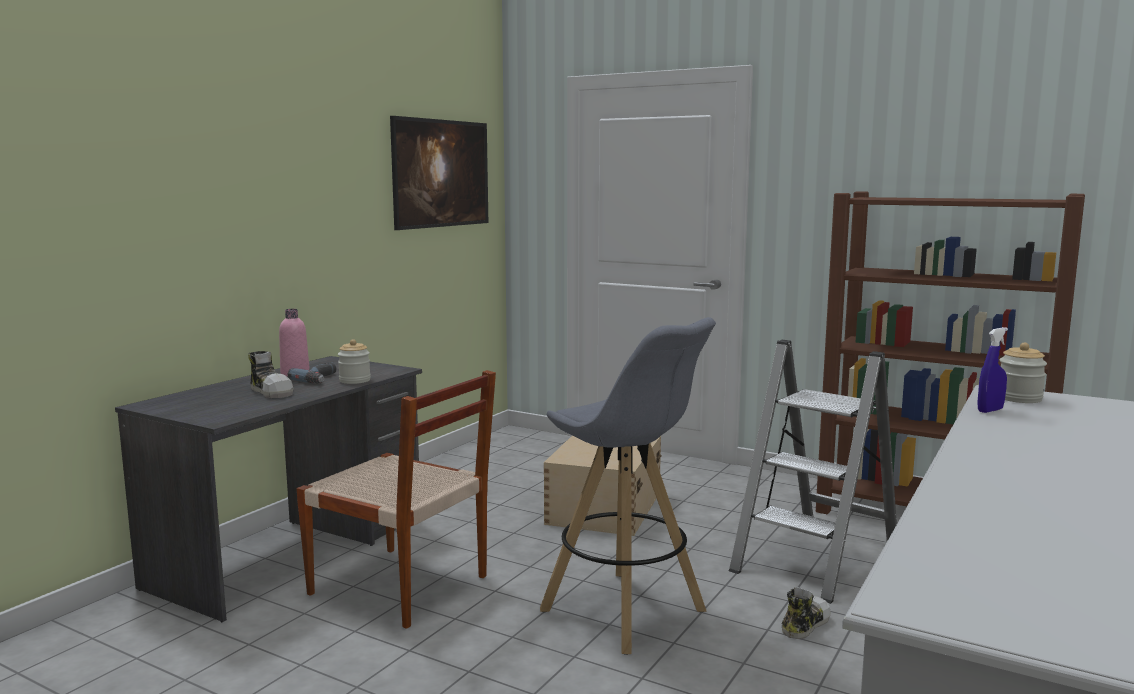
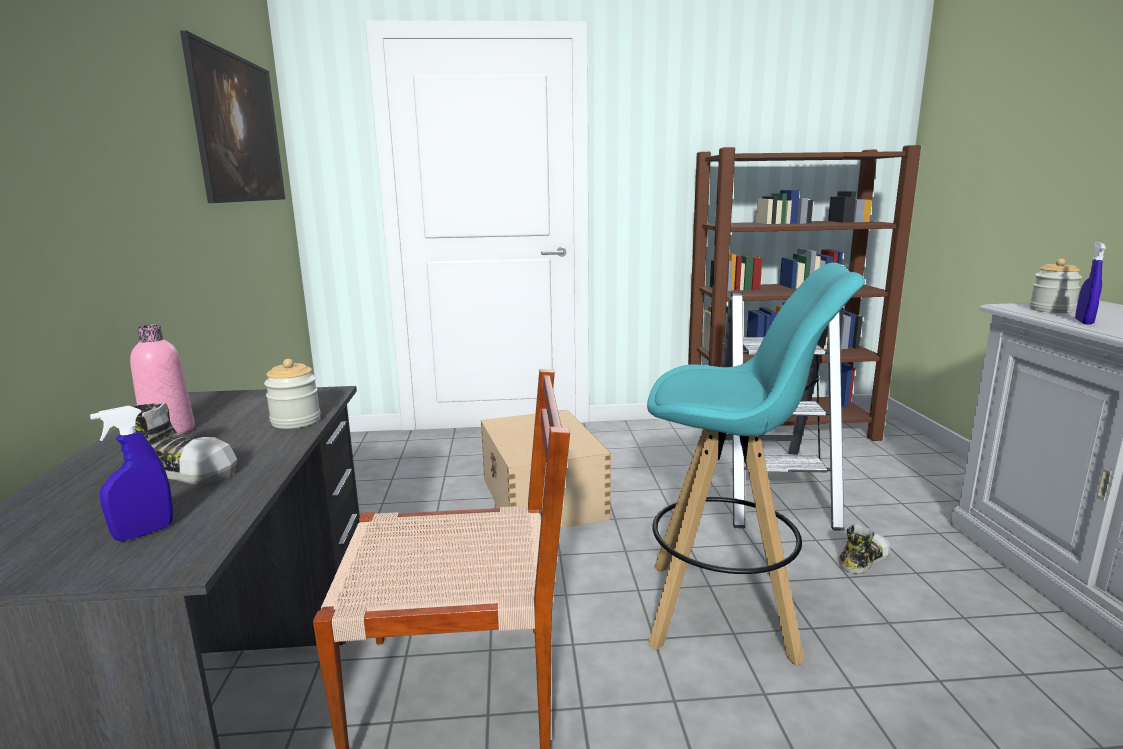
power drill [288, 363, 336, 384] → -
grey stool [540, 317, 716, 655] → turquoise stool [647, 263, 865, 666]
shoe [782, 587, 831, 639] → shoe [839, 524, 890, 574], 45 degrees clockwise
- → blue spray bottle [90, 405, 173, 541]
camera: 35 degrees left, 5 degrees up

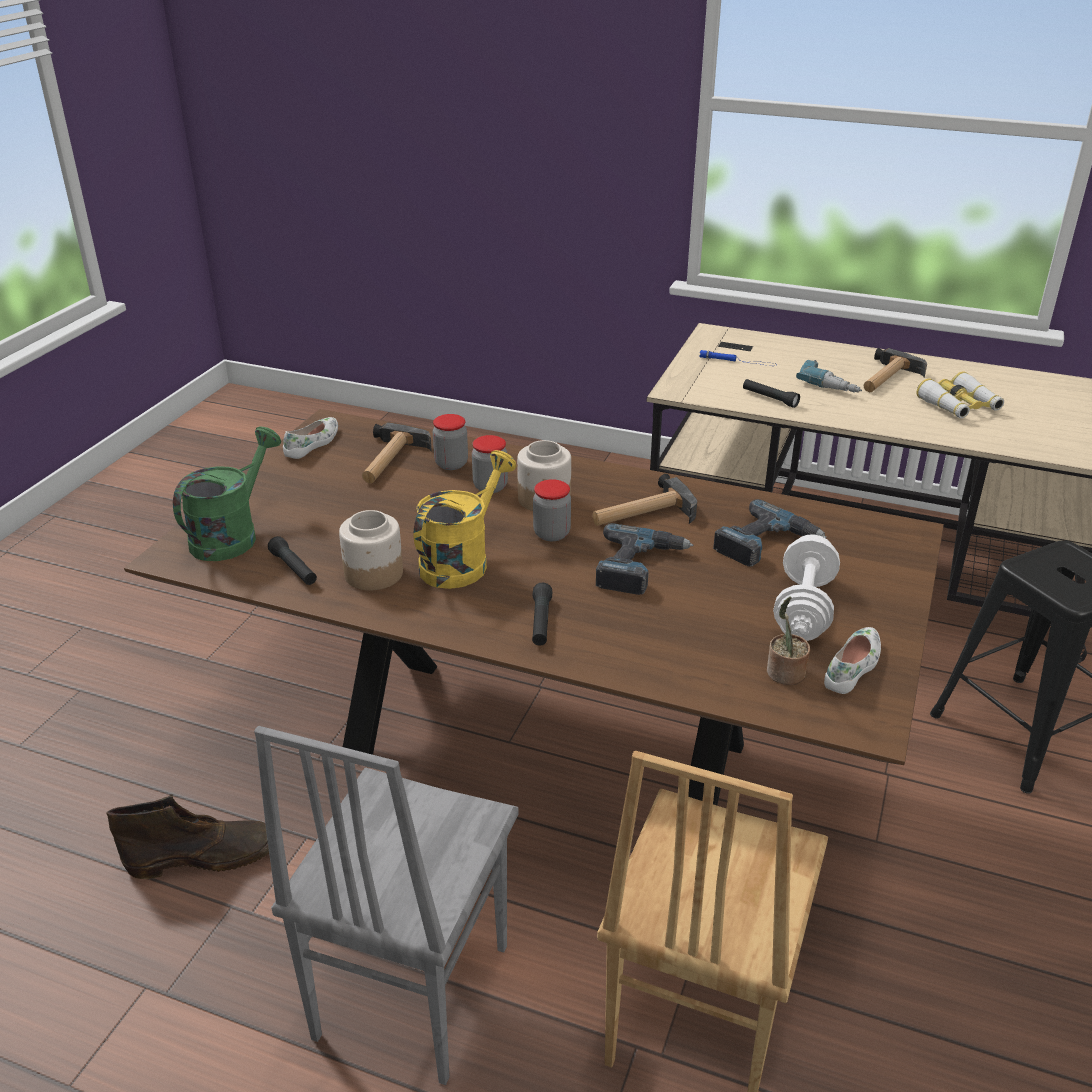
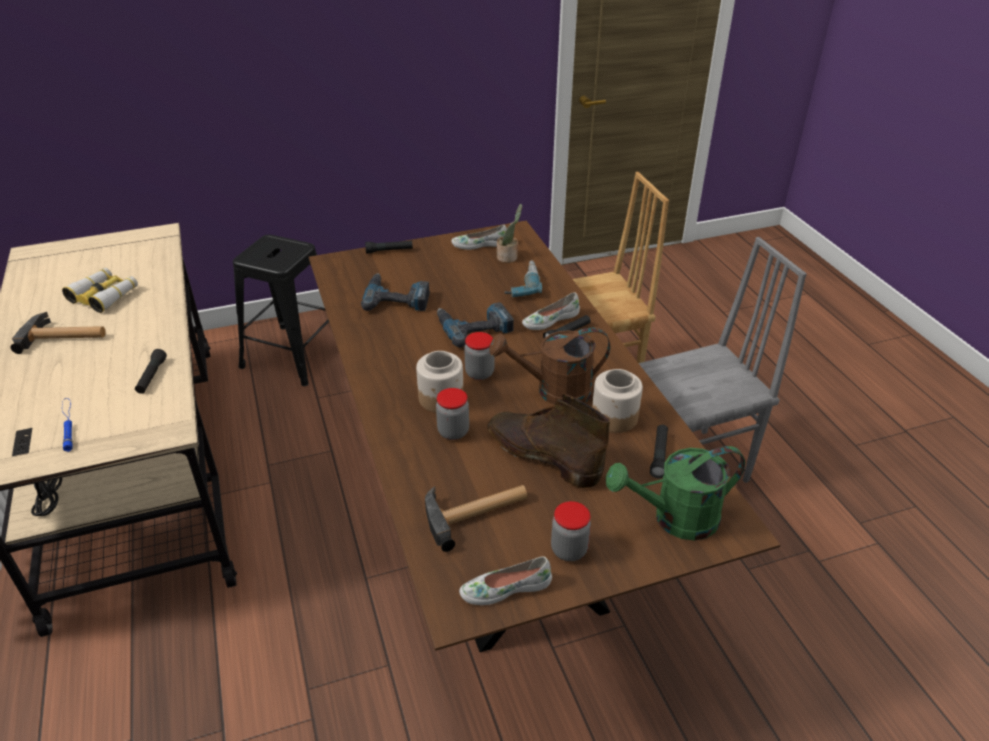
brown boot [106, 795, 269, 879] → brown boot [487, 394, 610, 488], shifted
yellow watering can [413, 450, 516, 589] → brown watering can [489, 327, 610, 405]
jar [433, 414, 468, 470] → jar [551, 501, 591, 561], shifted
hammer [593, 474, 697, 526] → -
white dumbbell [773, 534, 840, 641] → -
power drill [796, 360, 862, 393] → power drill [505, 260, 542, 297], shifted
- → black flashlight [365, 241, 413, 253]
- → white shoe [522, 292, 580, 330]
camera: 130 degrees left, 5 degrees up

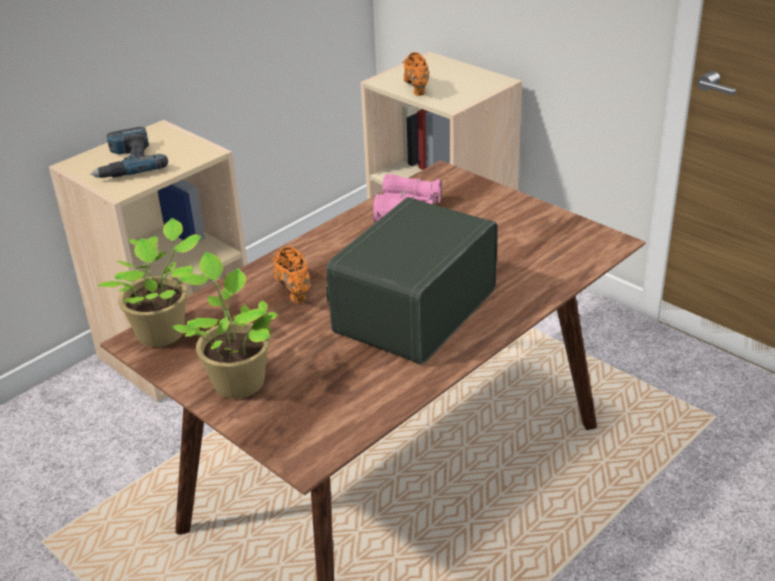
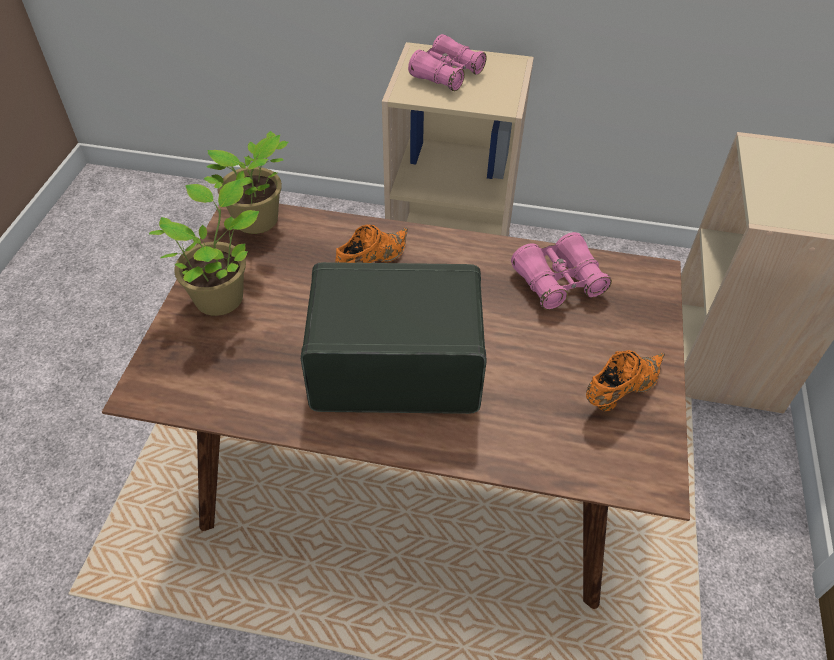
power drill [90, 127, 168, 178] → pink binoculars [408, 34, 487, 91]
orange shoe [402, 52, 429, 96] → orange shoe [586, 350, 665, 411], shifted
camera: 55 degrees right, 15 degrees up

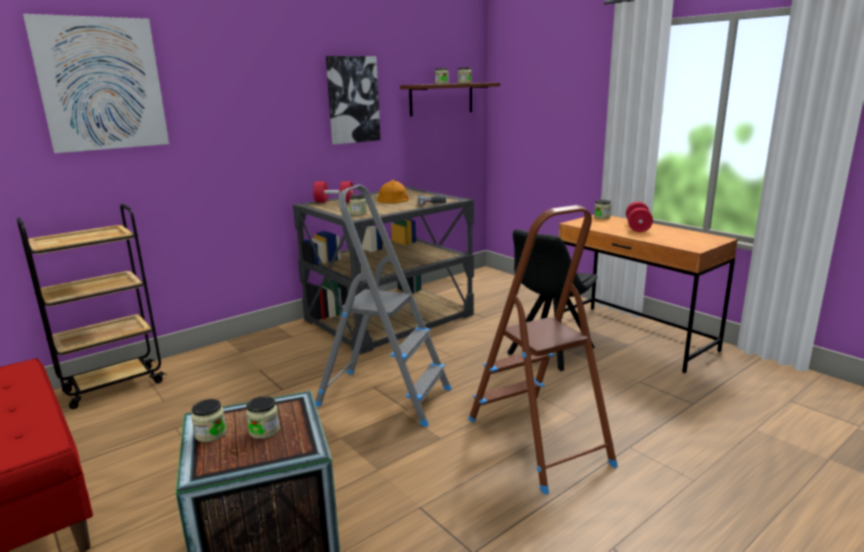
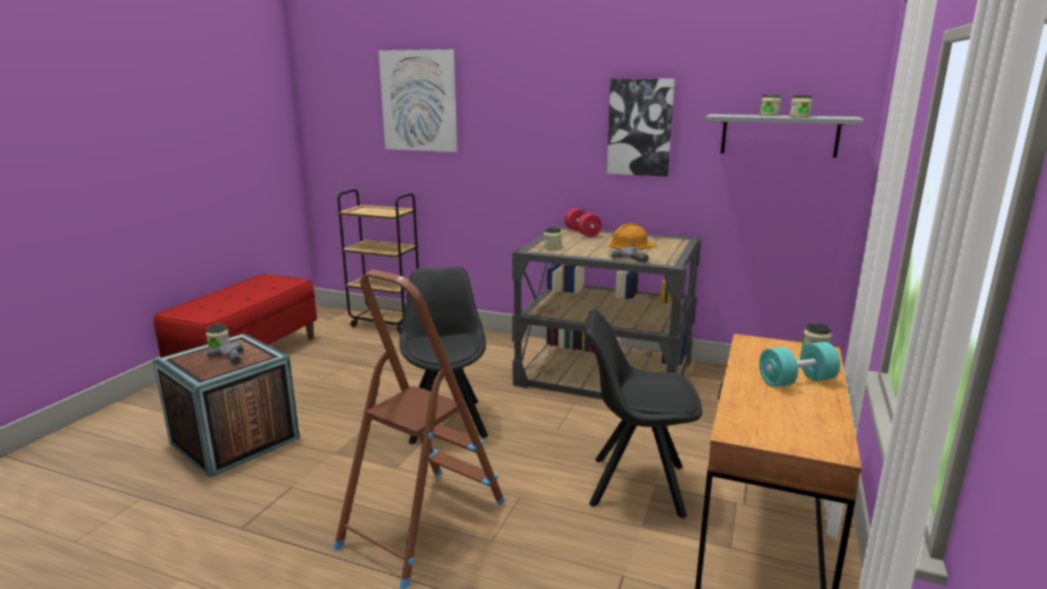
jar [246, 396, 280, 439] → power drill [205, 342, 243, 365]
grey step ladder [315, 184, 452, 427] → black chair [399, 267, 488, 445]
brown shelf [400, 83, 500, 116] → grey shelf [705, 114, 864, 158]
red dumbbell [626, 202, 653, 232] → turquoise dumbbell [759, 342, 840, 387]
camera: 60 degrees right, 0 degrees up

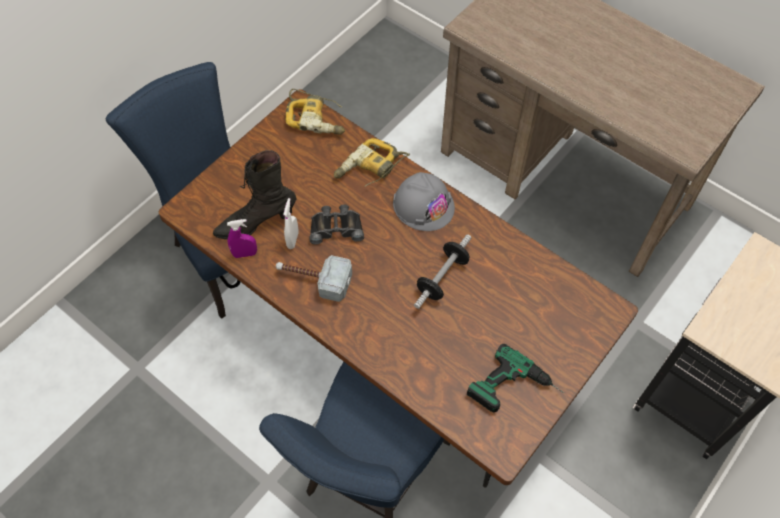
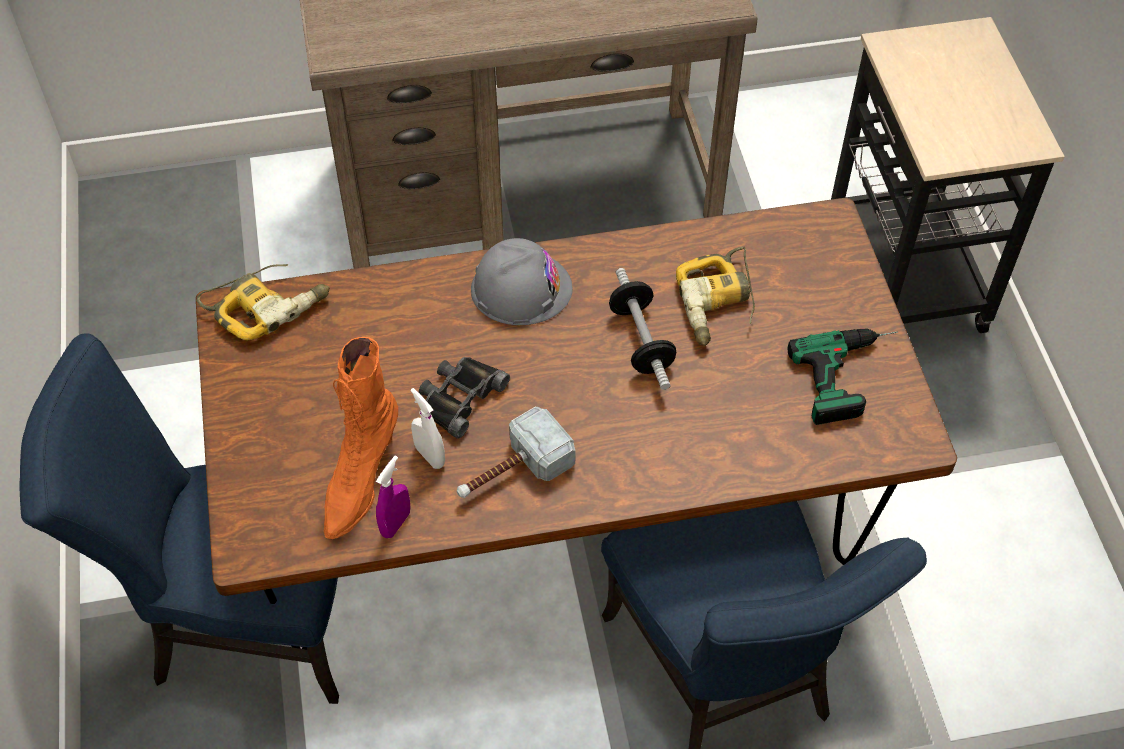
black boot [213, 150, 297, 240] → orange boot [324, 337, 398, 539]
power drill [334, 138, 410, 187] → power drill [676, 247, 755, 346], shifted
camera: 50 degrees left, 5 degrees down

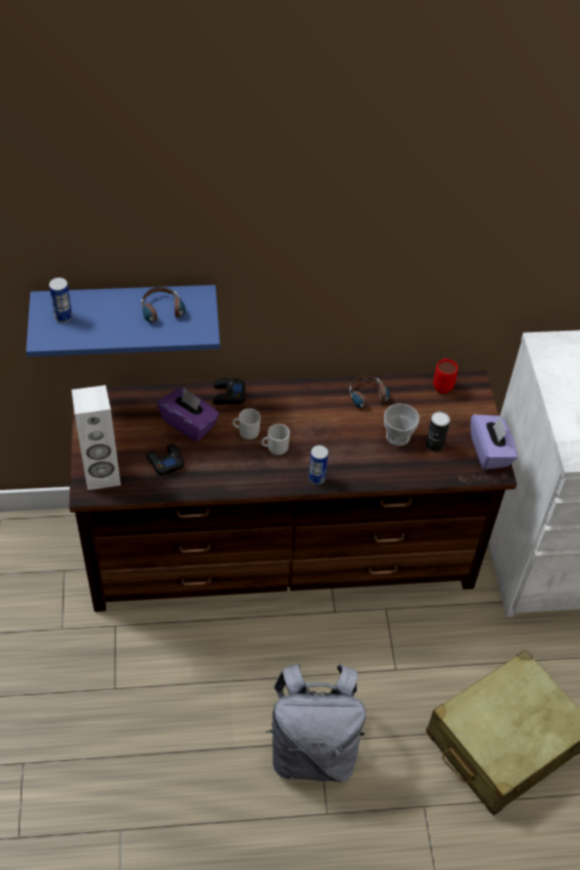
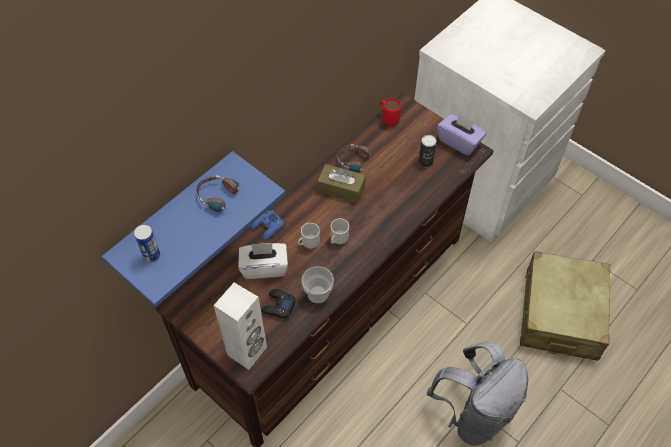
purple tissue box [157, 388, 219, 442] → white tissue box [238, 243, 288, 279]
black game controller [213, 378, 245, 405] → blue game controller [251, 210, 284, 241]
can [309, 445, 328, 485] → -
cup [384, 404, 419, 446] → cup [301, 266, 334, 303], shifted
- → brown tissue box [318, 164, 366, 203]
camera: 40 degrees left, 5 degrees up

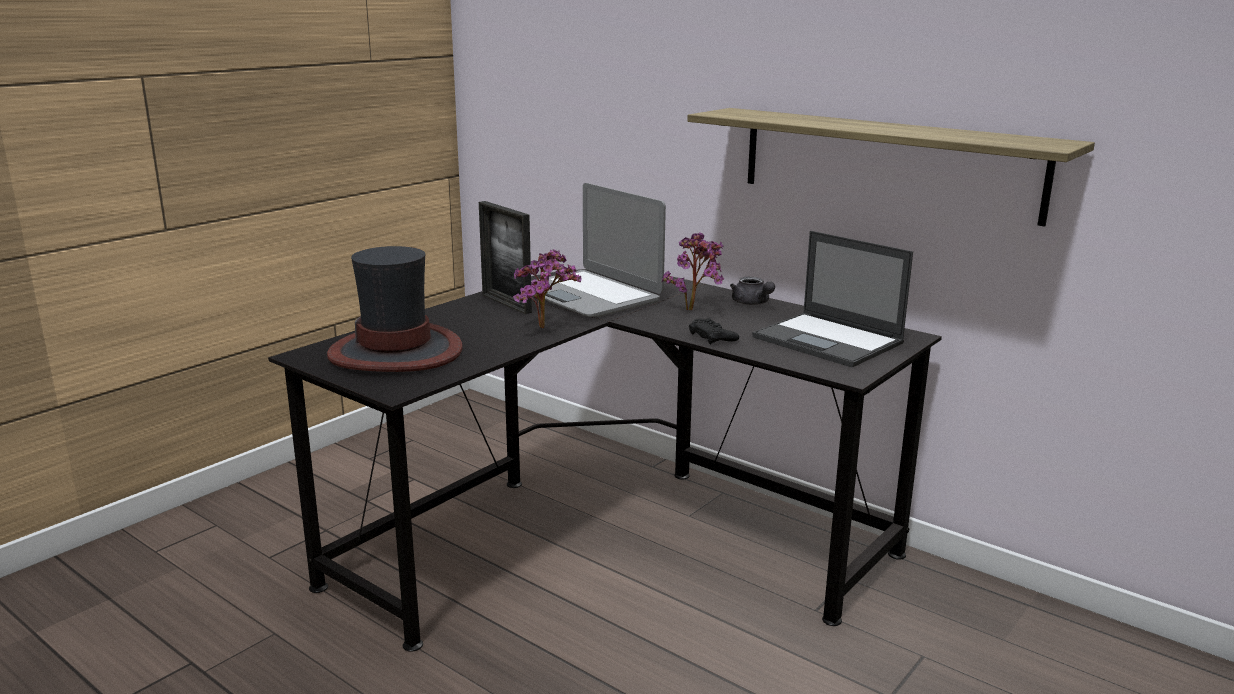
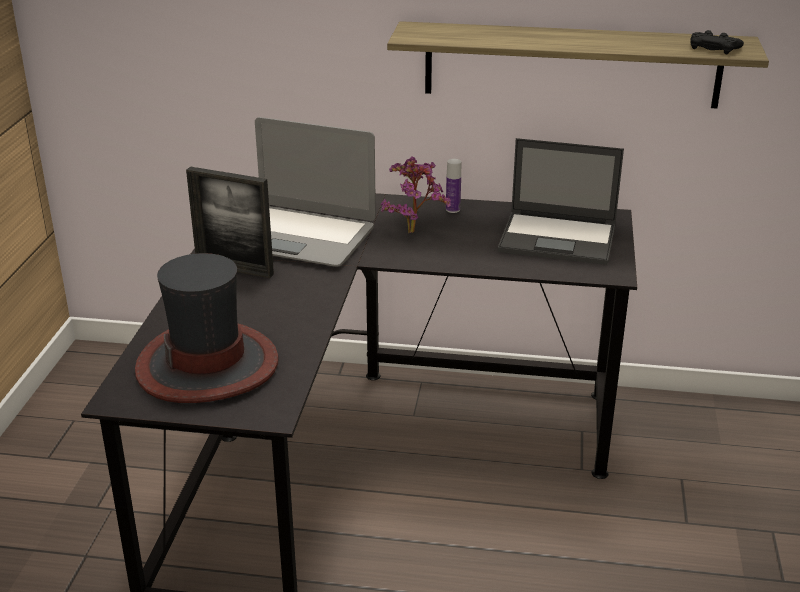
potted plant [513, 249, 581, 328] → -
black game controller [689, 318, 739, 344] → black game controller [690, 30, 744, 54], shifted
grey teapot [730, 277, 775, 305] → bottle [446, 159, 461, 213]
camera: 30 degrees left, 10 degrees up

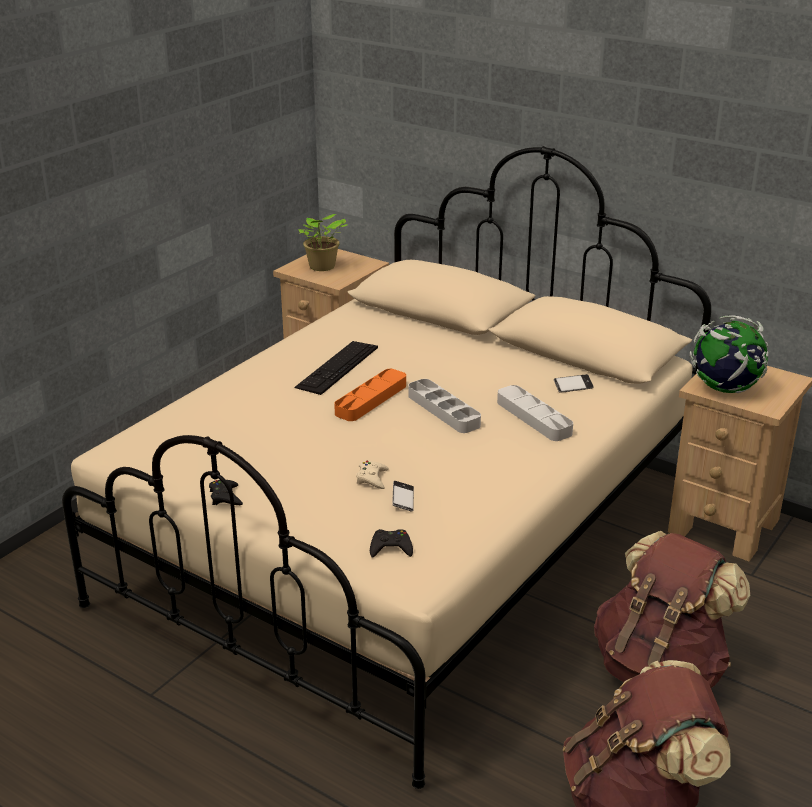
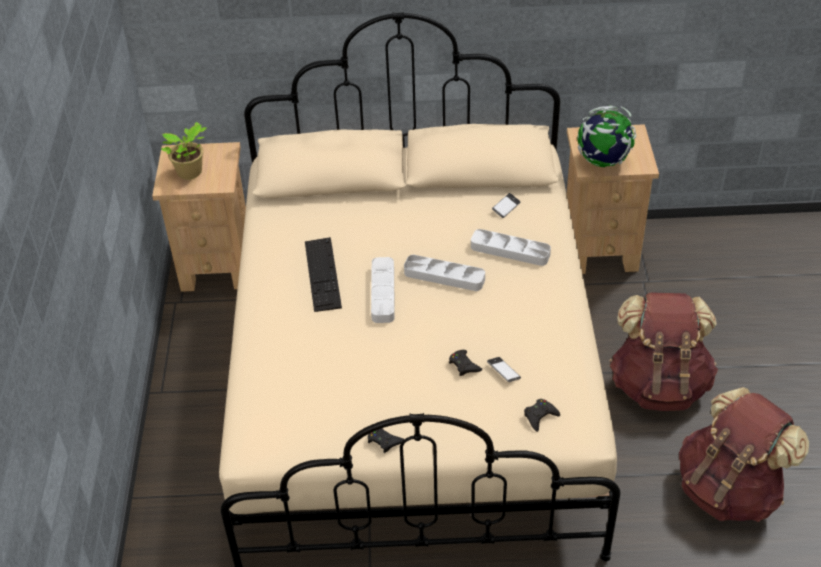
orange tray [334, 369, 406, 421] → grey tray [371, 257, 395, 323]
beige game controller [356, 461, 389, 489] → black game controller [449, 350, 482, 376]
camera: 35 degrees left, 15 degrees up

